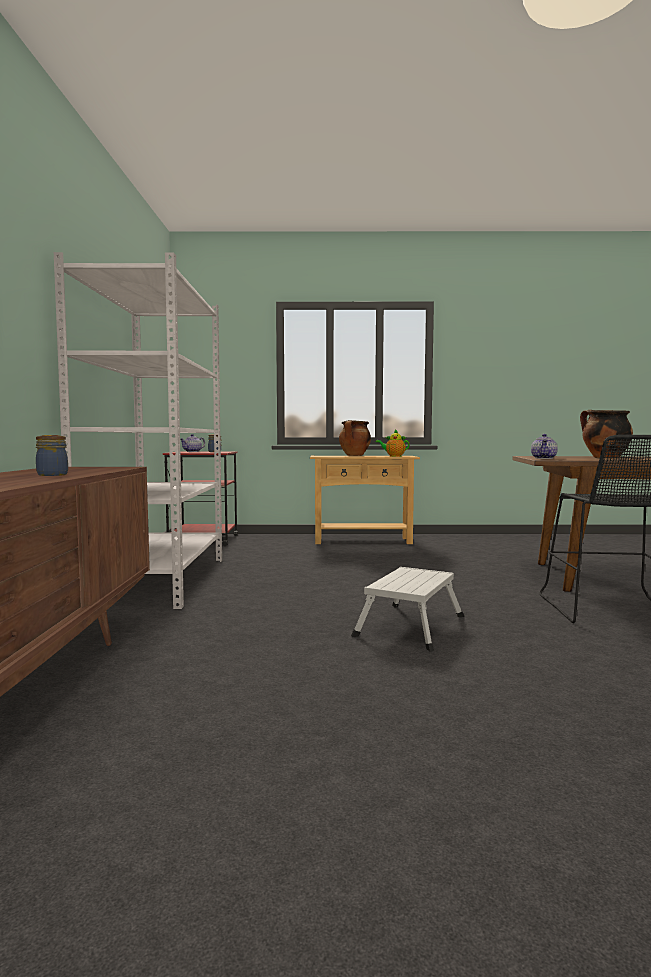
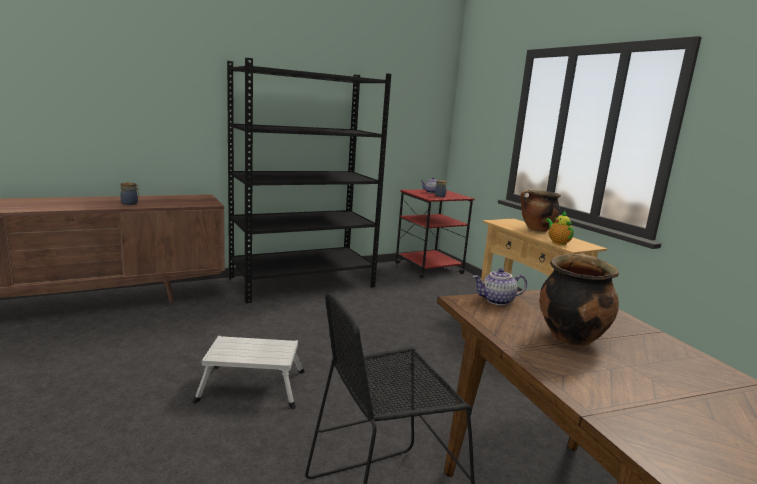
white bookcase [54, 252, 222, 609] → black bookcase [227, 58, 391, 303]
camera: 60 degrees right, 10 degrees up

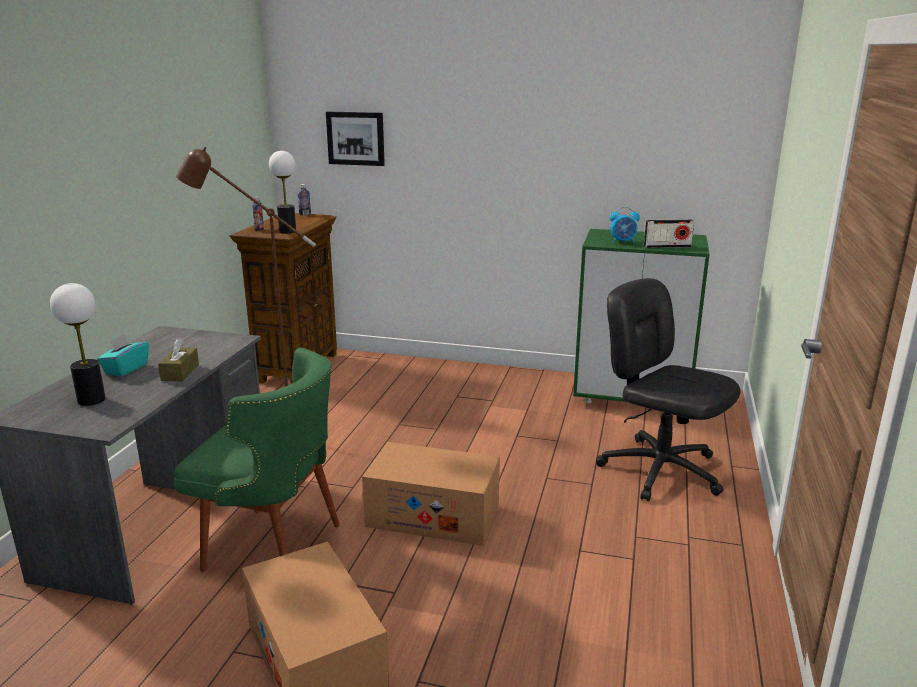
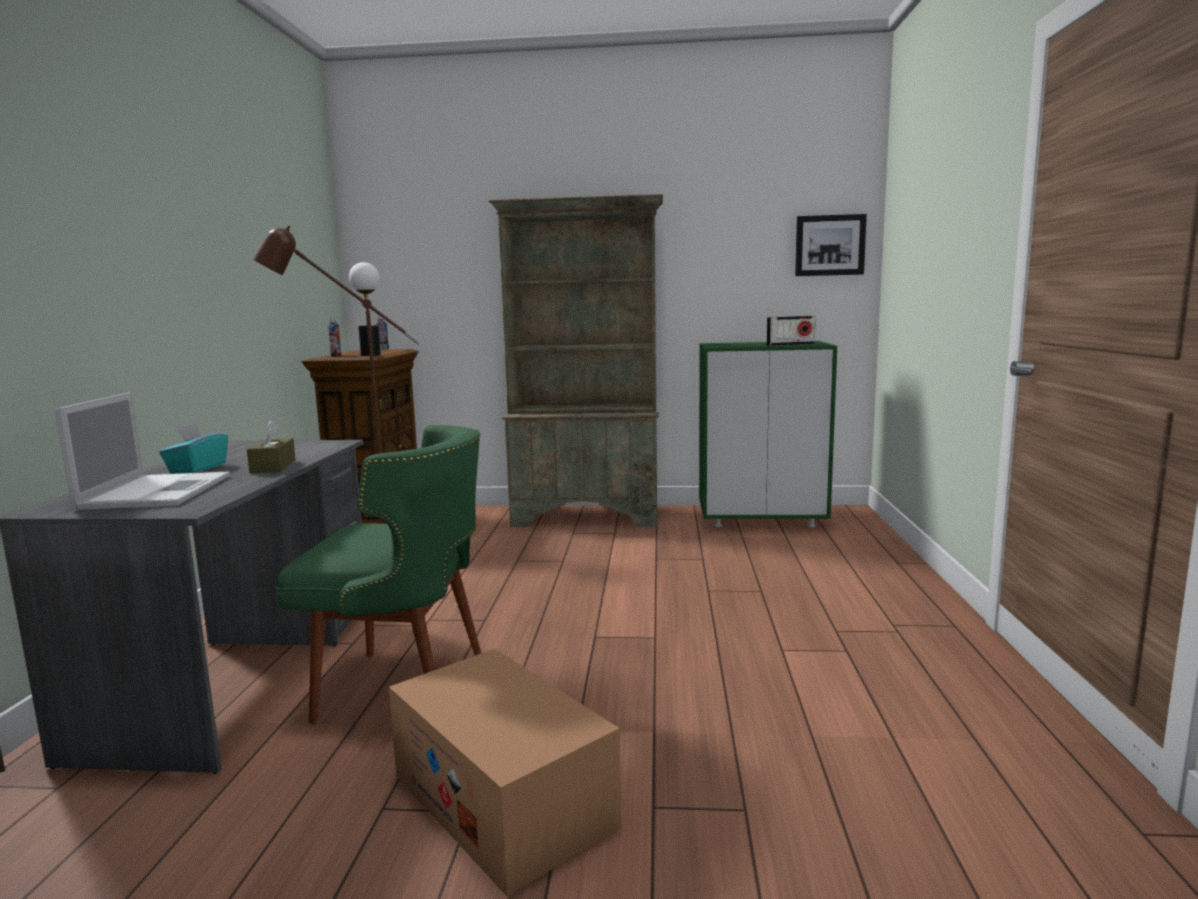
table lamp [50, 283, 106, 406] → laptop [55, 392, 229, 510]
picture [326, 112, 385, 166] → picture [795, 214, 867, 276], shifted
cardboard box [362, 442, 500, 546] → -
black office chair [596, 278, 740, 501] → -
alarm clock [610, 207, 640, 243] → -
- → green bookcase [489, 194, 663, 527]
camera: 10 degrees left, 10 degrees down

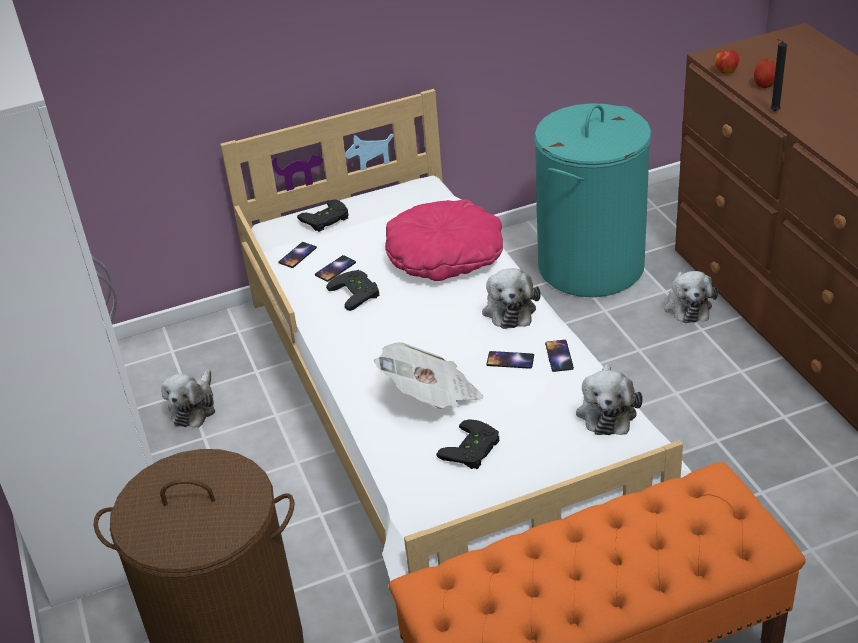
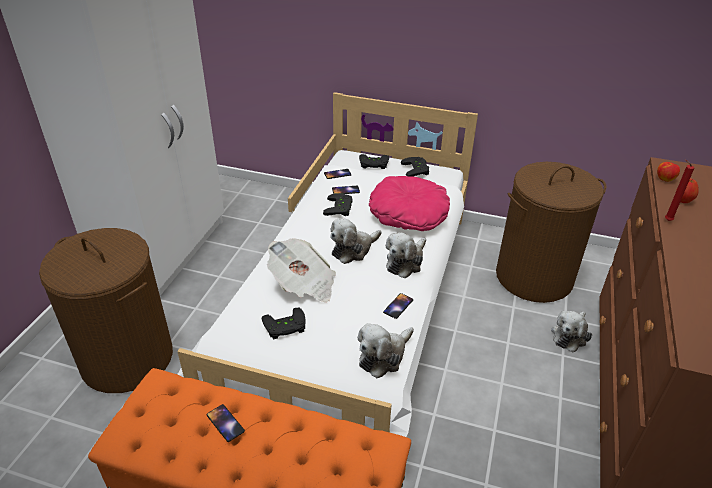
plush toy [161, 369, 215, 428] → plush toy [330, 218, 381, 264], shifted
phone [486, 351, 534, 369] → phone [206, 404, 245, 442], shifted
turquoise laundry basket [534, 103, 652, 297] → brown laundry basket [496, 162, 606, 303]
black candle [770, 39, 787, 111] → red candle [665, 160, 694, 221]
- → black game controller [401, 157, 429, 177]
camera: 35 degrees right, 0 degrees up

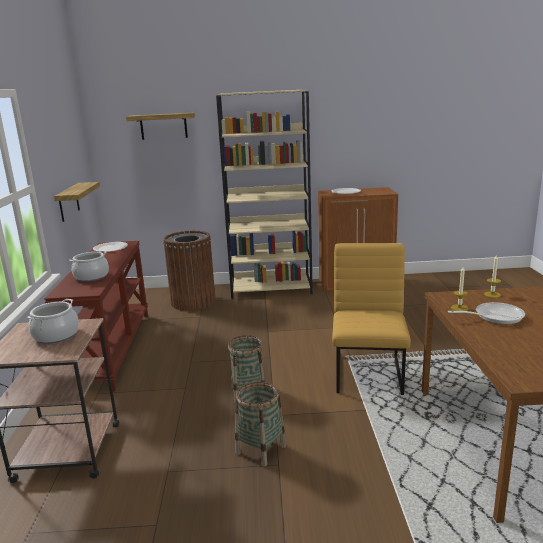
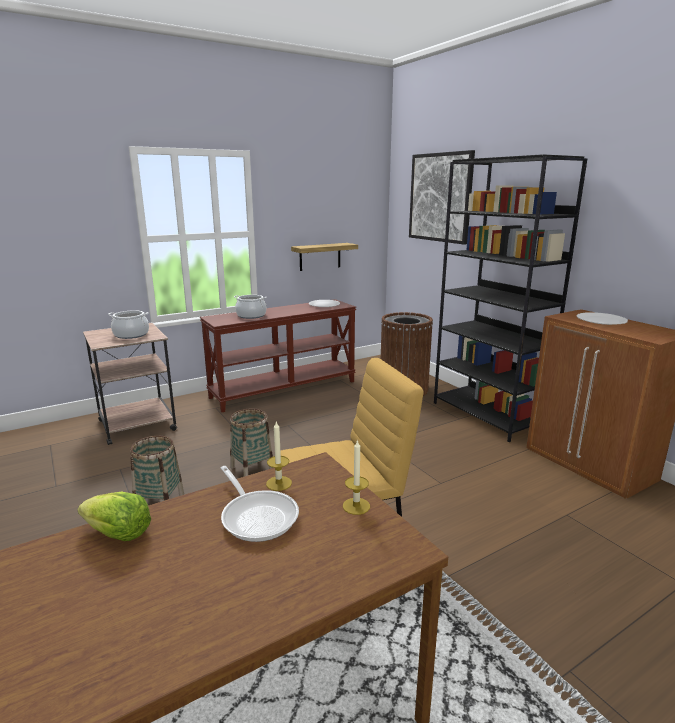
shelf [126, 113, 195, 140] → picture [409, 150, 475, 245]
beige bookcase [216, 90, 313, 299] → black bookcase [434, 154, 587, 442]
- → lettuce [77, 491, 151, 541]
camera: 60 degrees right, 0 degrees up

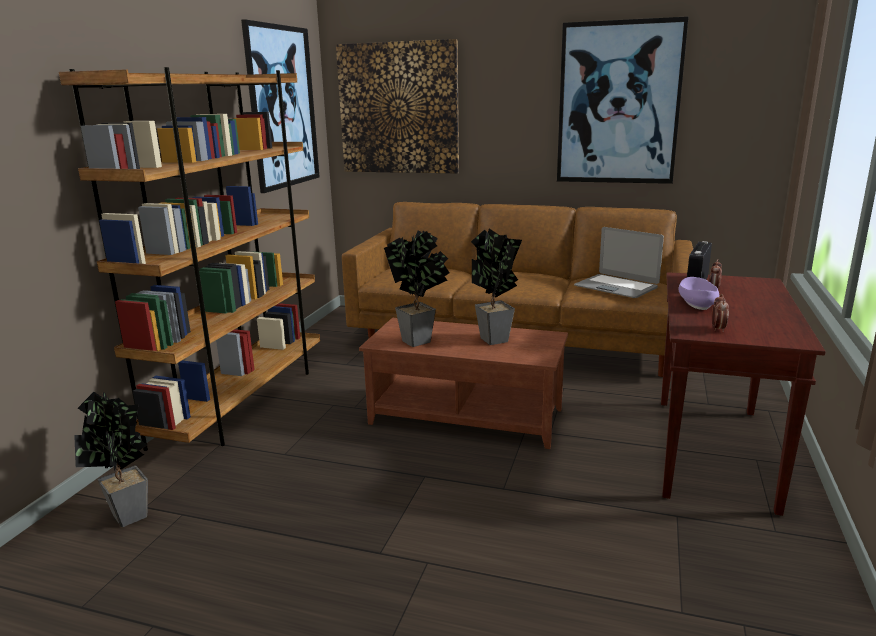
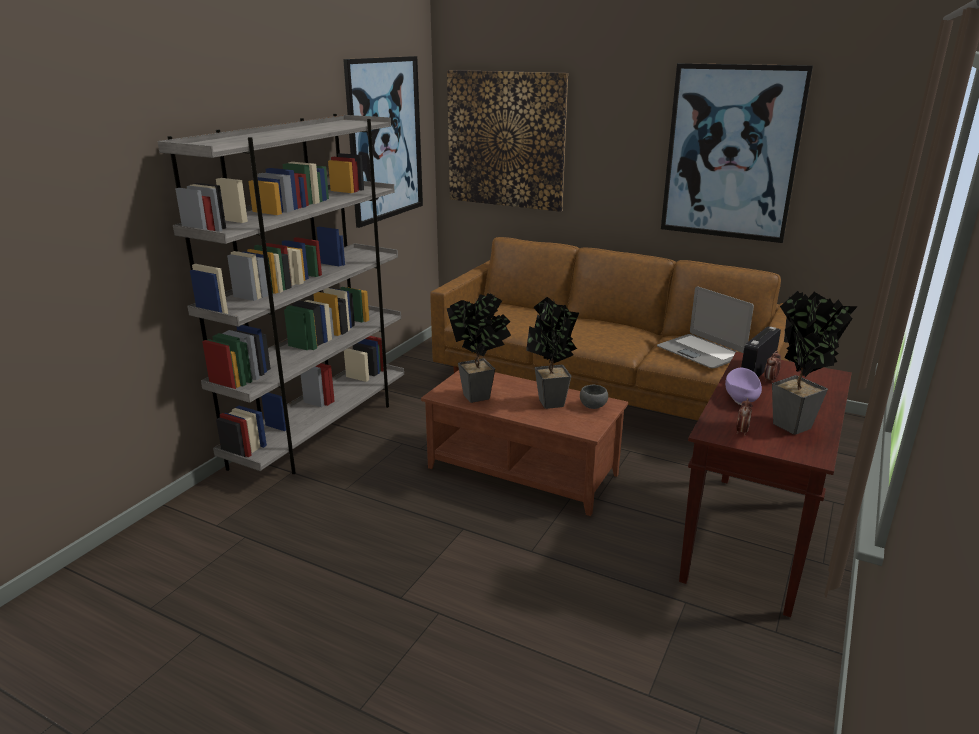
brown bookcase [59, 67, 320, 451] → grey bookcase [157, 114, 404, 474]
potted plant [74, 392, 148, 527] → potted plant [772, 291, 858, 435], shifted
- → grey bowl [580, 385, 608, 409]
camera: 10 degrees right, 5 degrees up

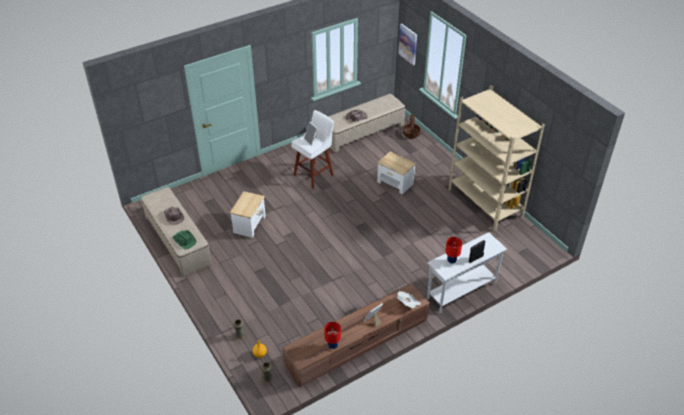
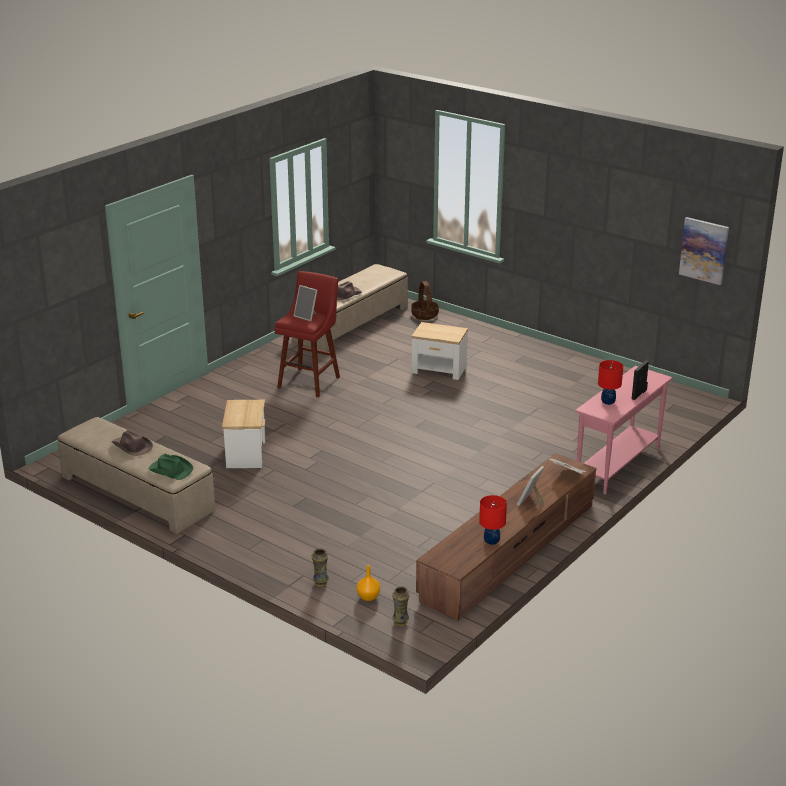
white stool [291, 110, 334, 189] → red stool [275, 271, 340, 397]
picture [398, 24, 417, 65] → picture [679, 217, 729, 285], shifted
white console table [427, 232, 507, 313] → pink console table [575, 366, 673, 495]
beige bookcase [449, 85, 545, 231] → -
camera: 20 degrees left, 15 degrees down

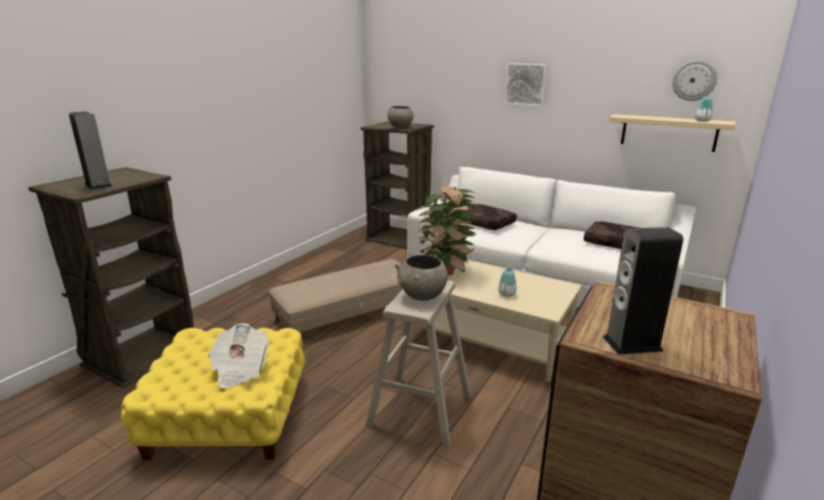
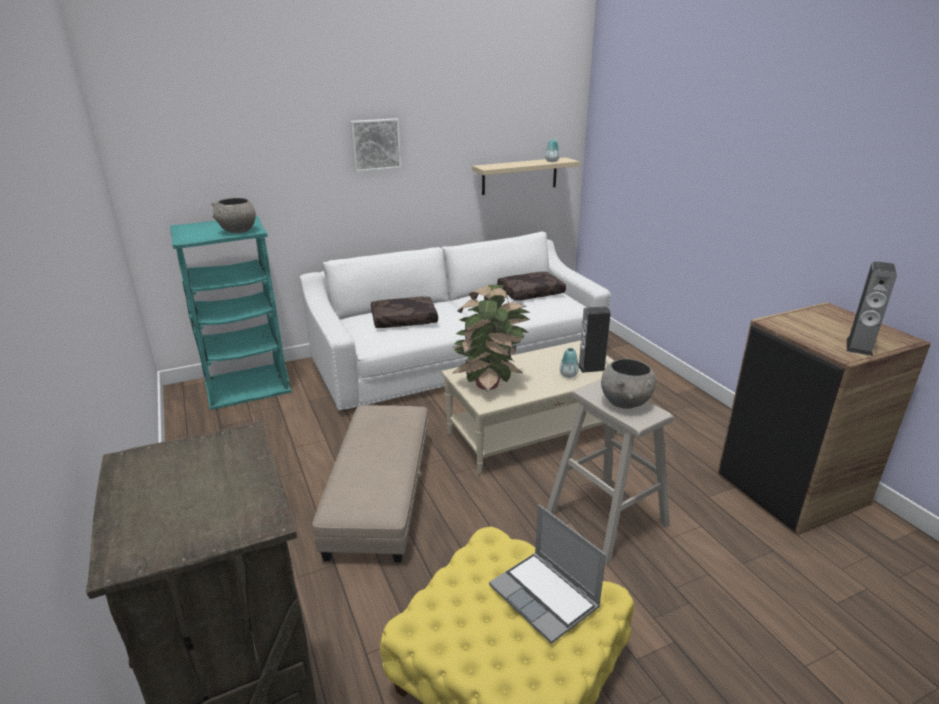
speaker [69, 111, 112, 190] → speaker [578, 306, 611, 373], shifted
newspaper [208, 323, 270, 389] → laptop [489, 505, 606, 644]
brown bookcase [360, 121, 434, 249] → turquoise bookcase [170, 216, 292, 410]
wall clock [672, 60, 717, 101] → -
camera: 55 degrees left, 5 degrees up

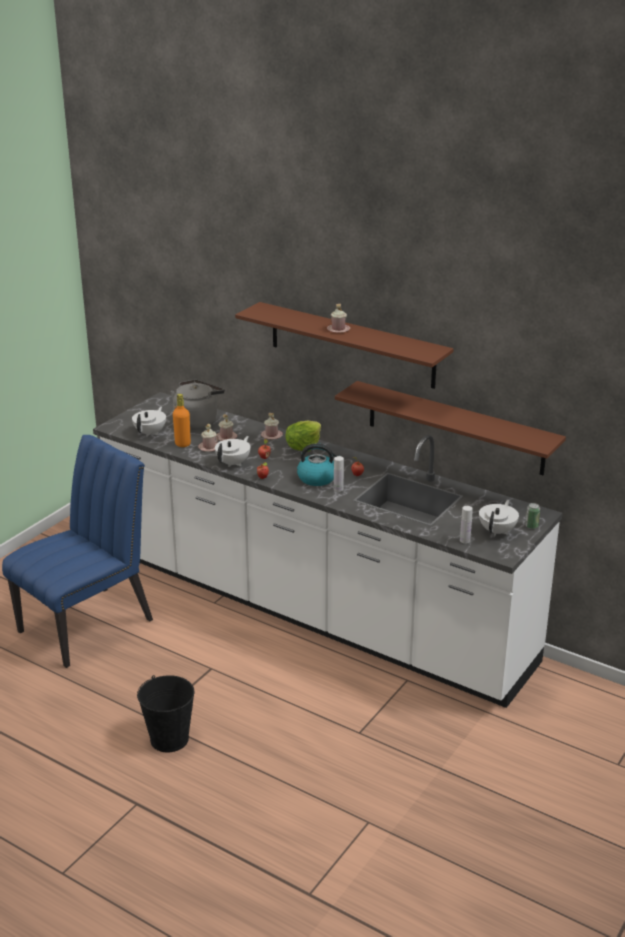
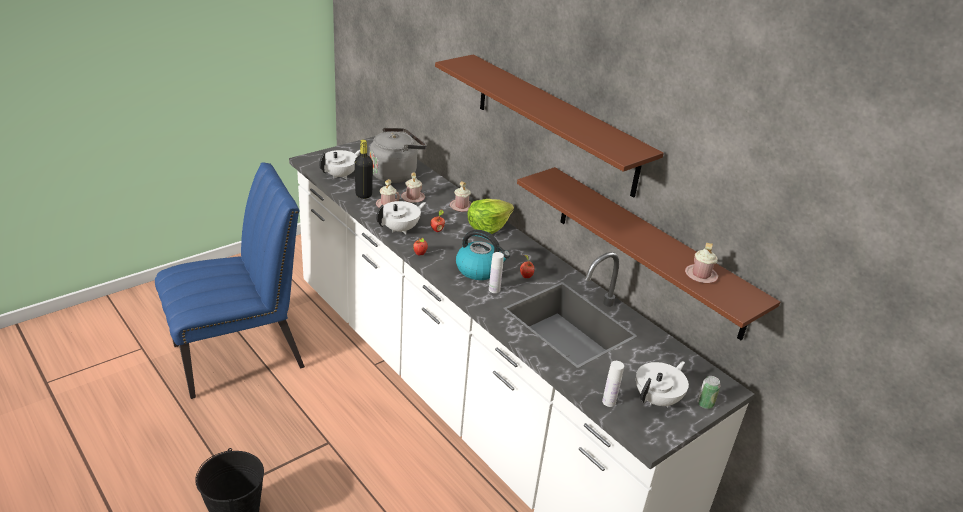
orange bottle [173, 394, 191, 447] → black bottle [355, 140, 373, 199]
pink mug [327, 304, 350, 333] → pink mug [685, 243, 718, 283], shifted
camera: 15 degrees right, 5 degrees up

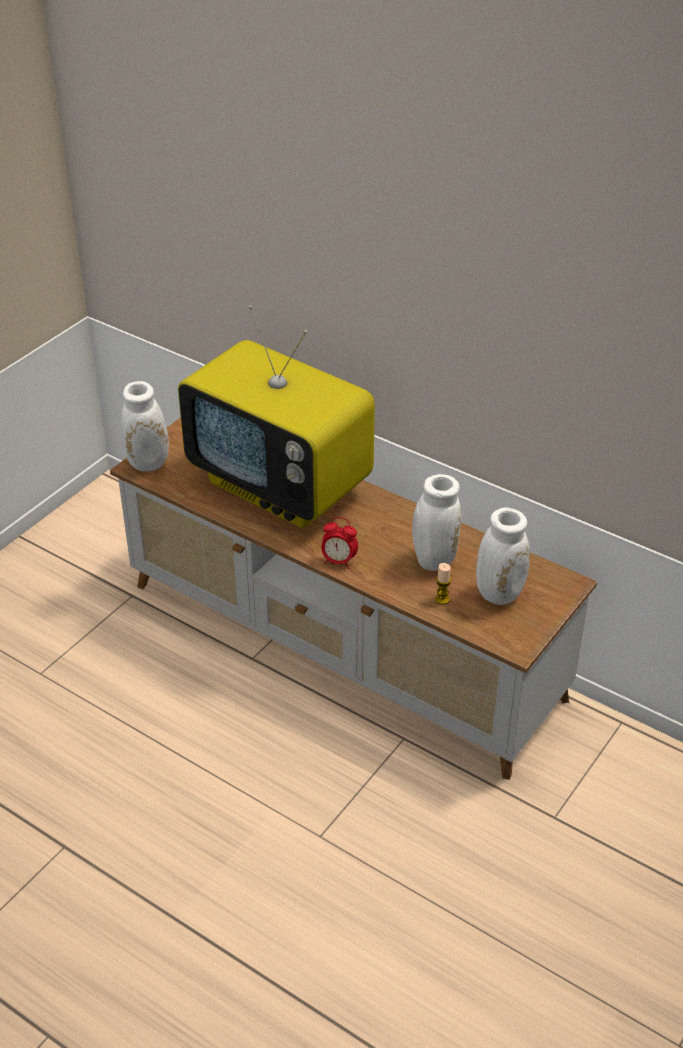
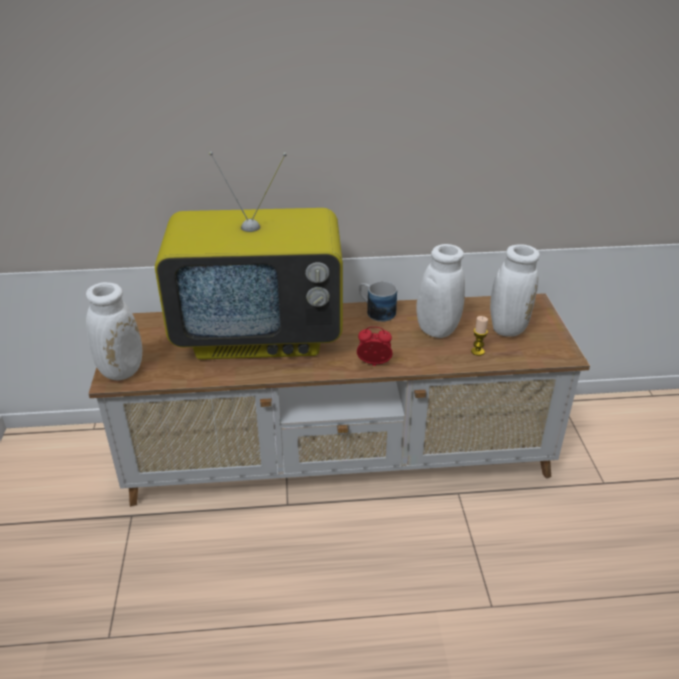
alarm clock [321, 517, 358, 569] → alarm clock [357, 327, 392, 366], 150 degrees counterclockwise
- → mug [359, 281, 397, 322]
camera: 40 degrees left, 5 degrees down

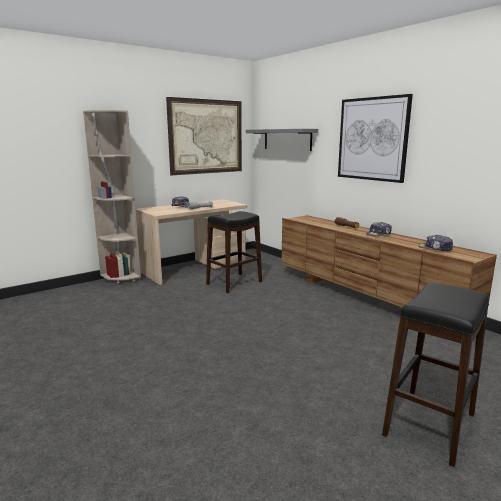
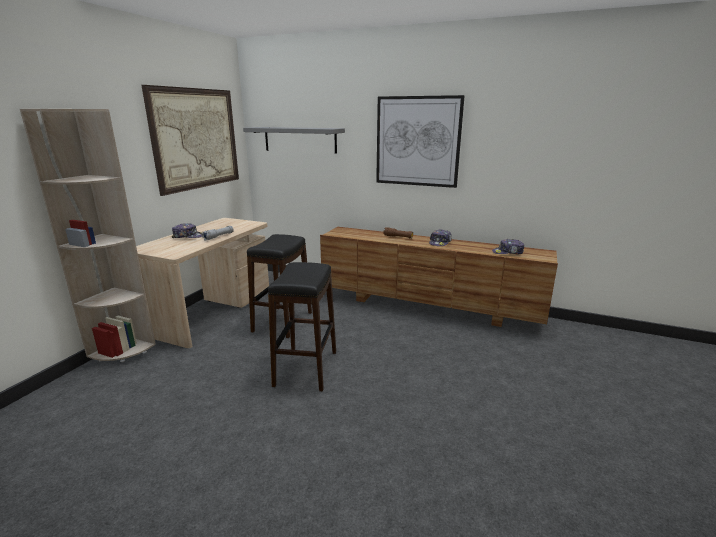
black stool [382, 283, 489, 467] → black stool [268, 262, 336, 391], shifted
camera: 30 degrees left, 5 degrees up

